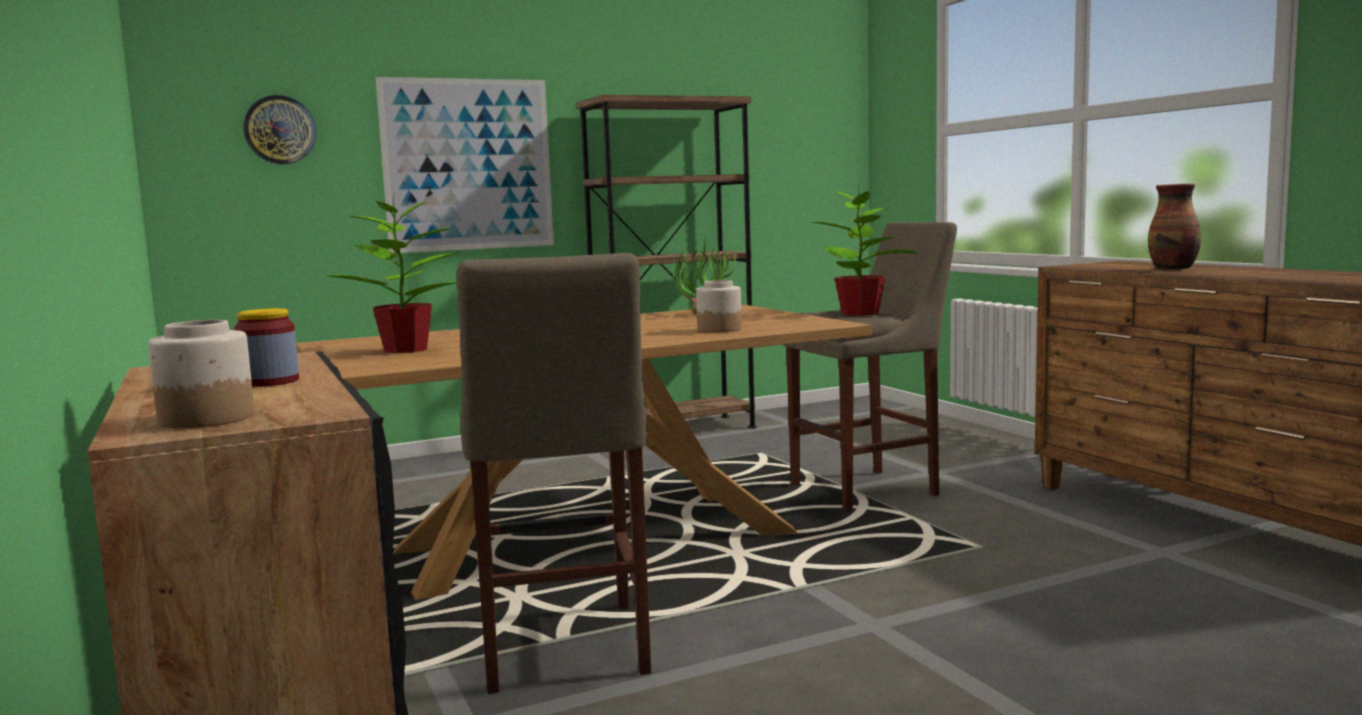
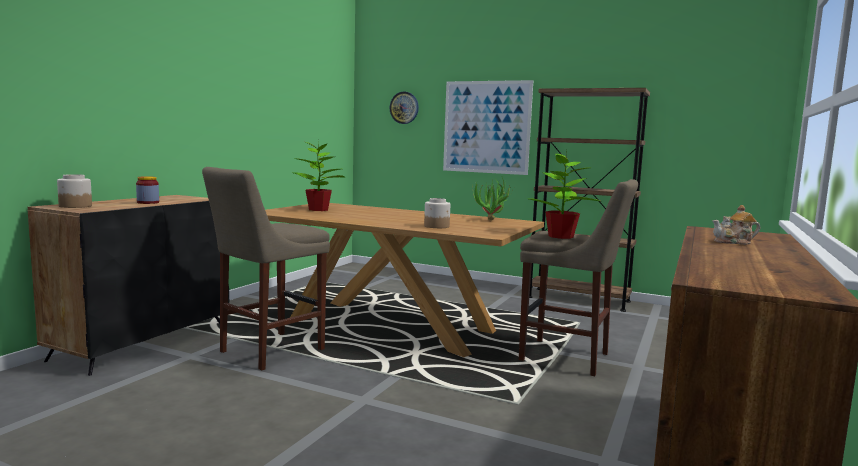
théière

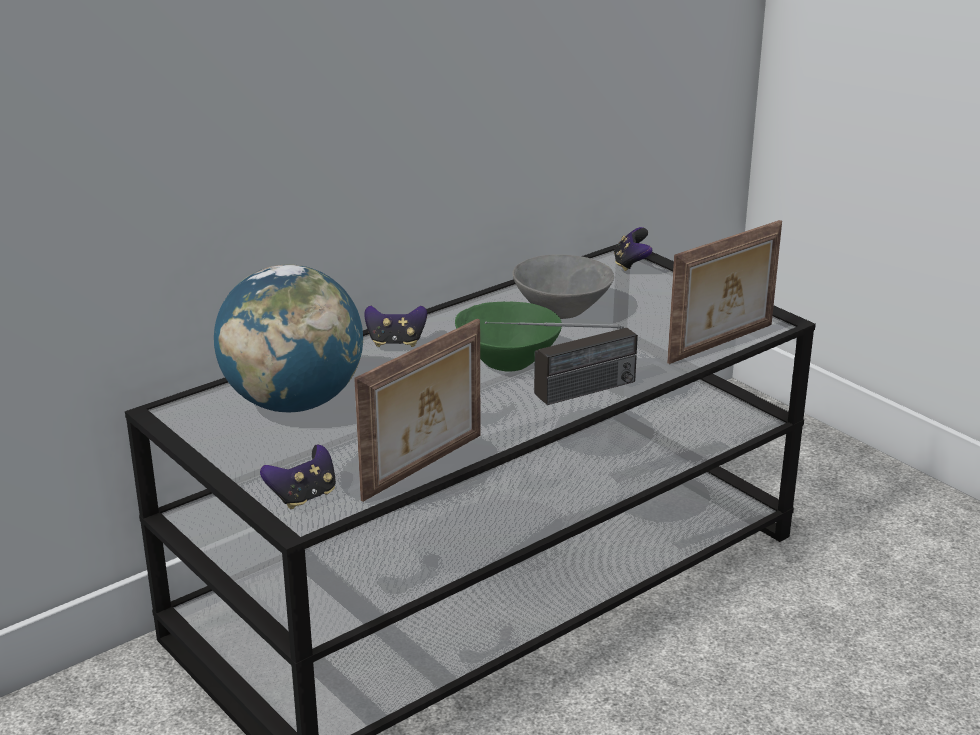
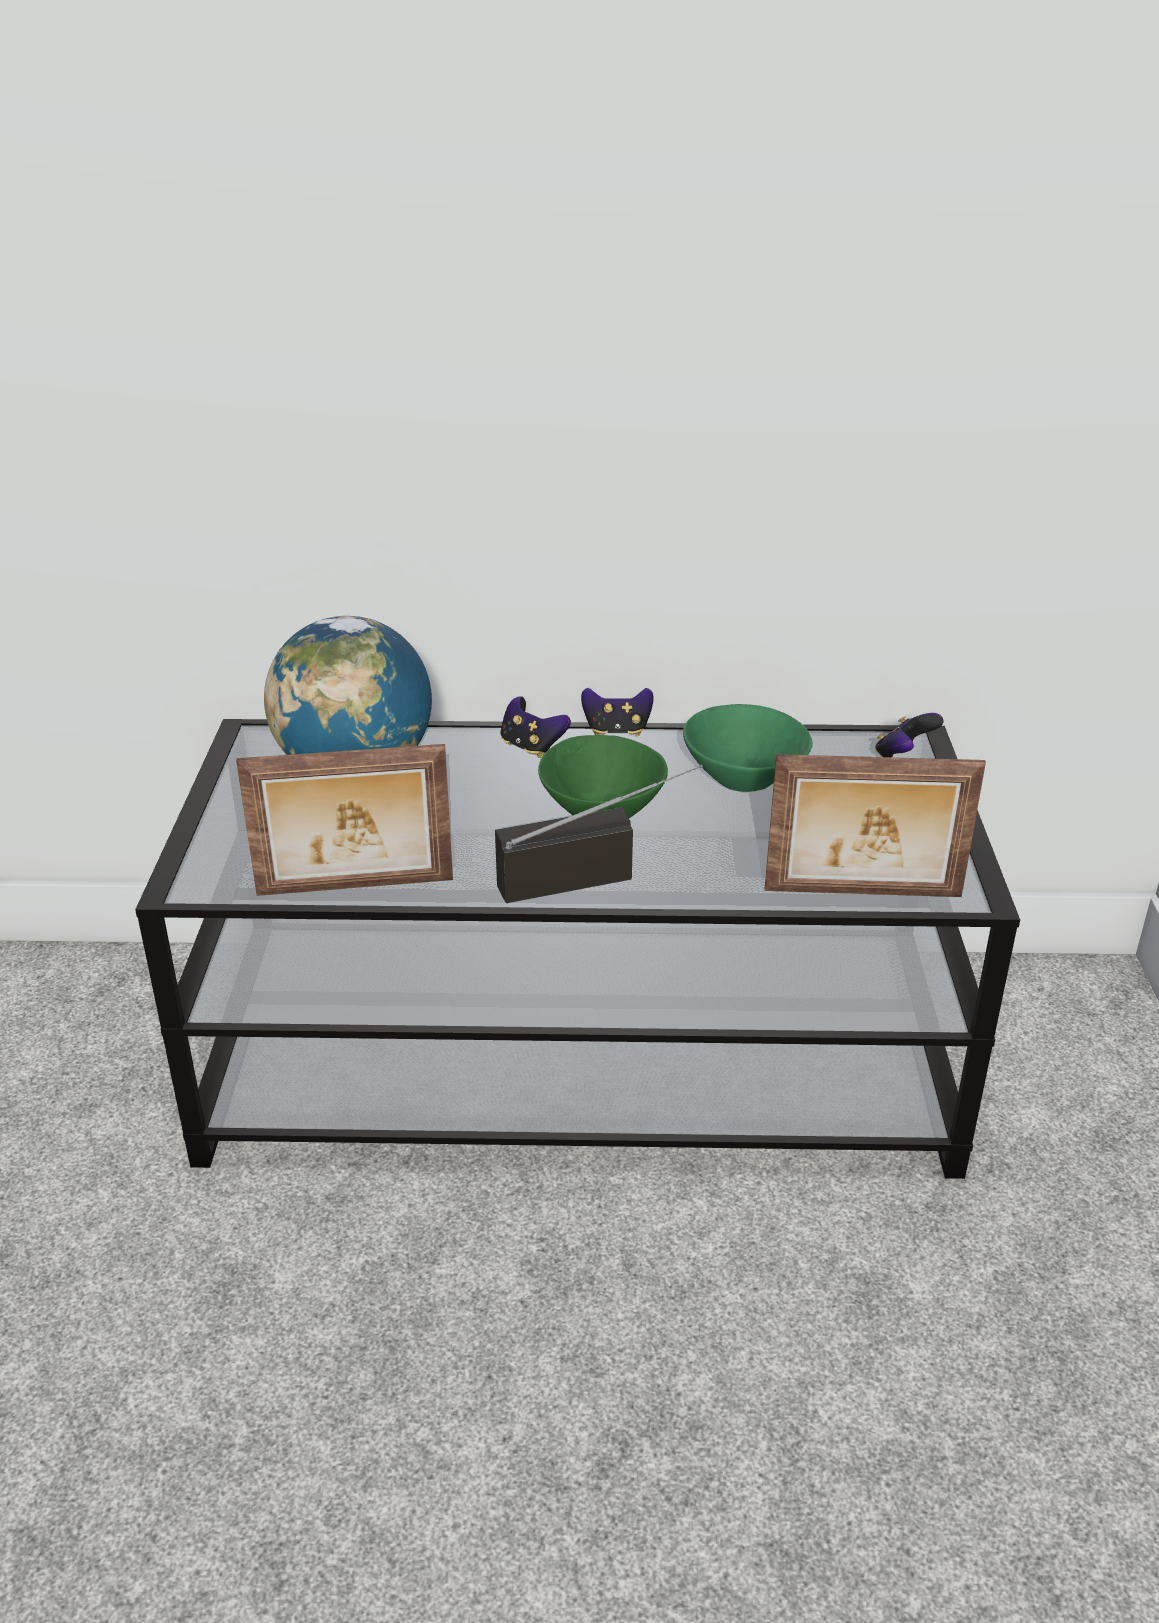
manette (2nd from left)
bol [vert] (2nd from left)
radio

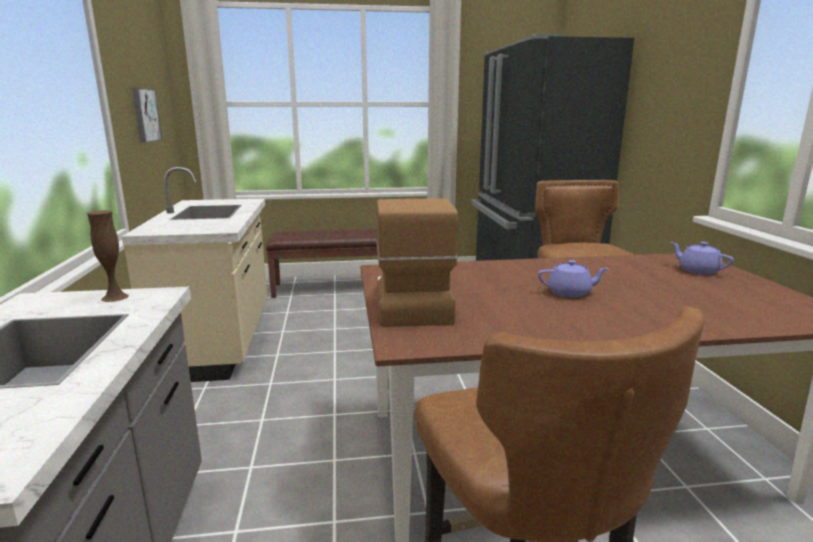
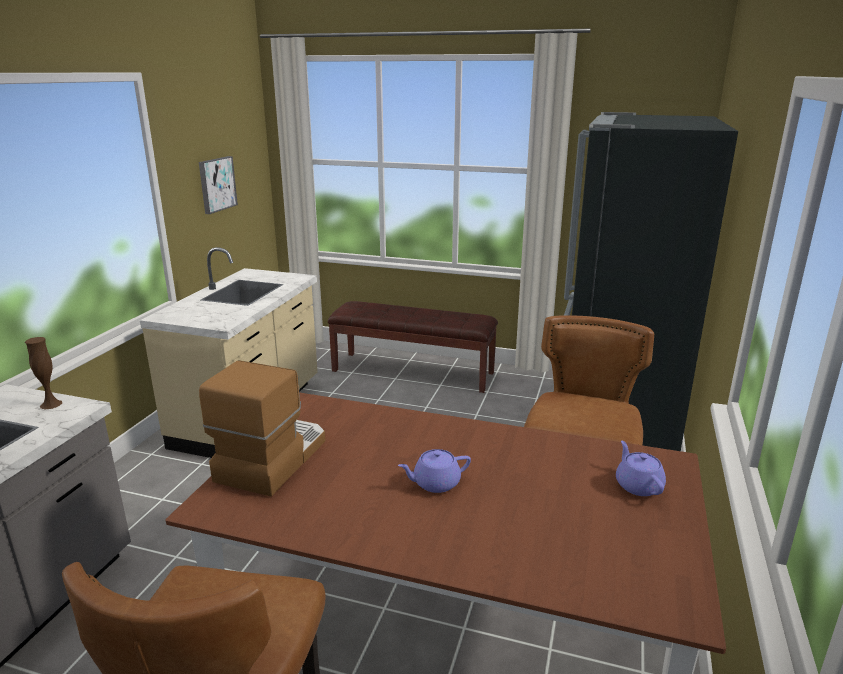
théière [violet] (1st from left)

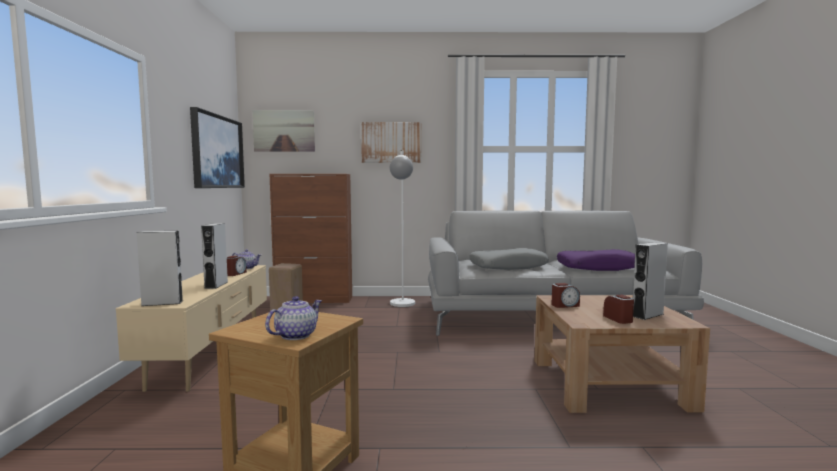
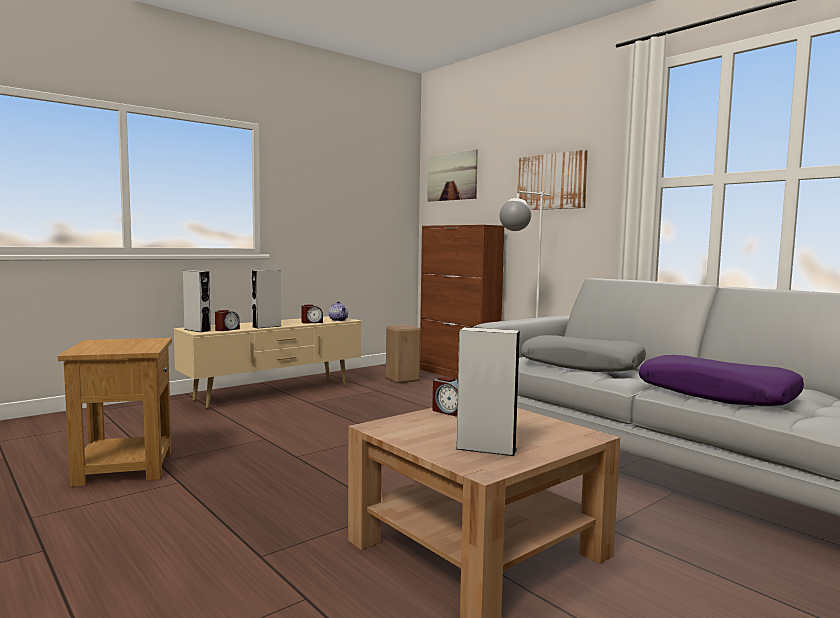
tableau (1st from left in the first image)
théière (2nd from left in the first image)
réveil (1st from left)

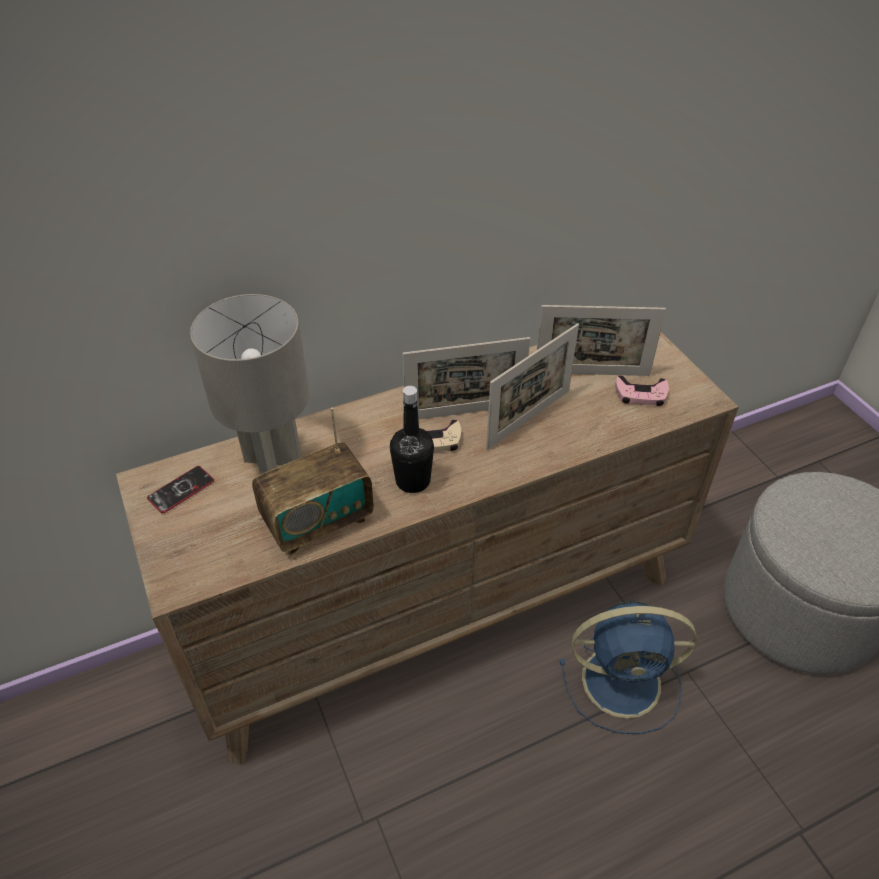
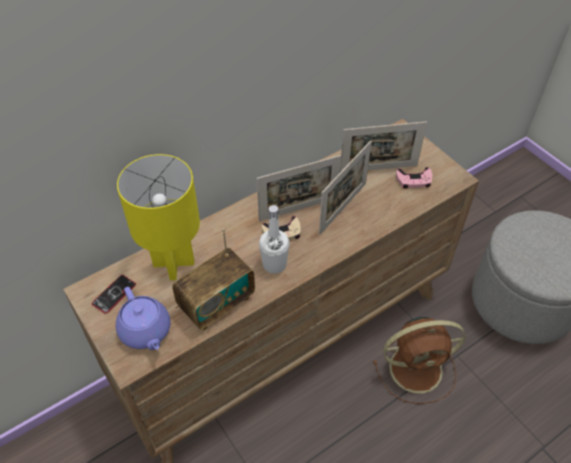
théière [violet]
lampe de table [jaune]
bouteille [blanc]
ventilateur [marron]

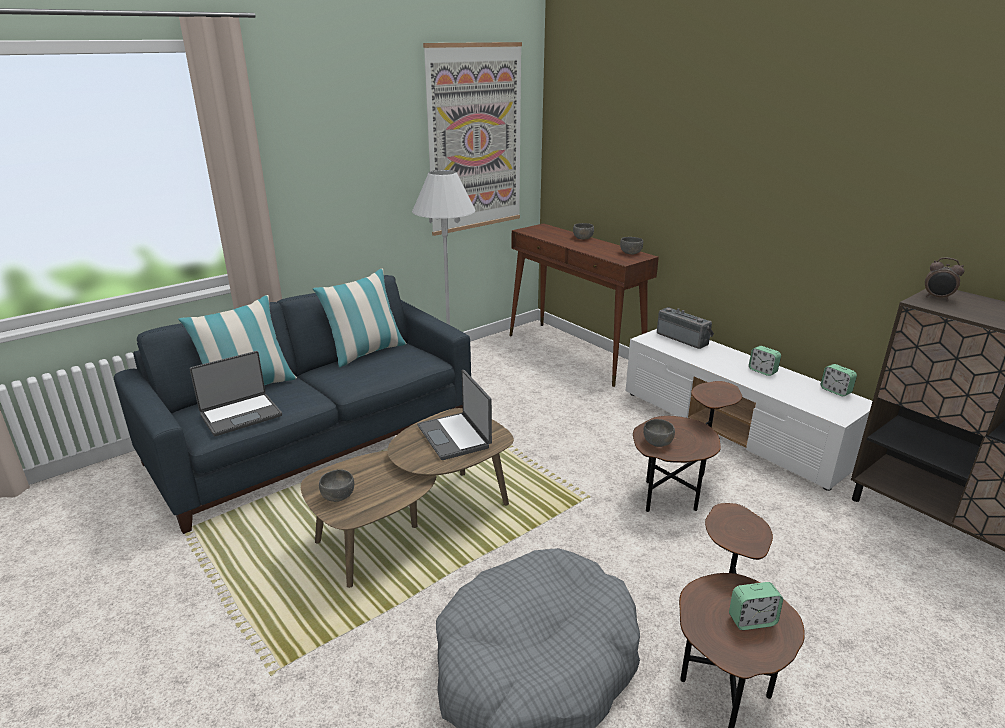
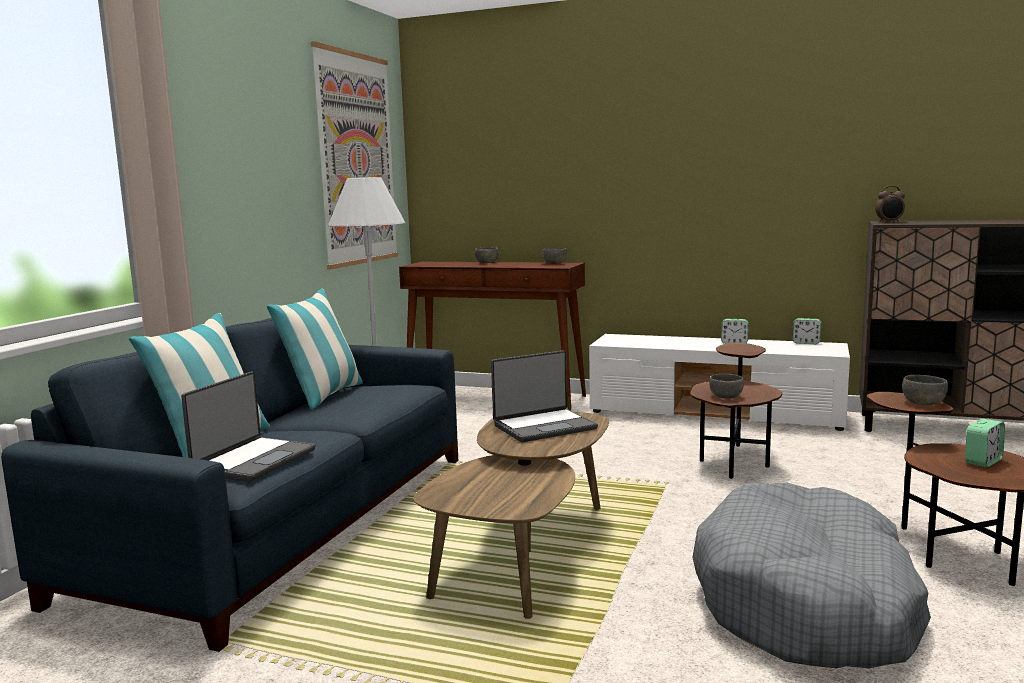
radio
bol [gris] (4th from left)
ordinateur portable (2nd from left)

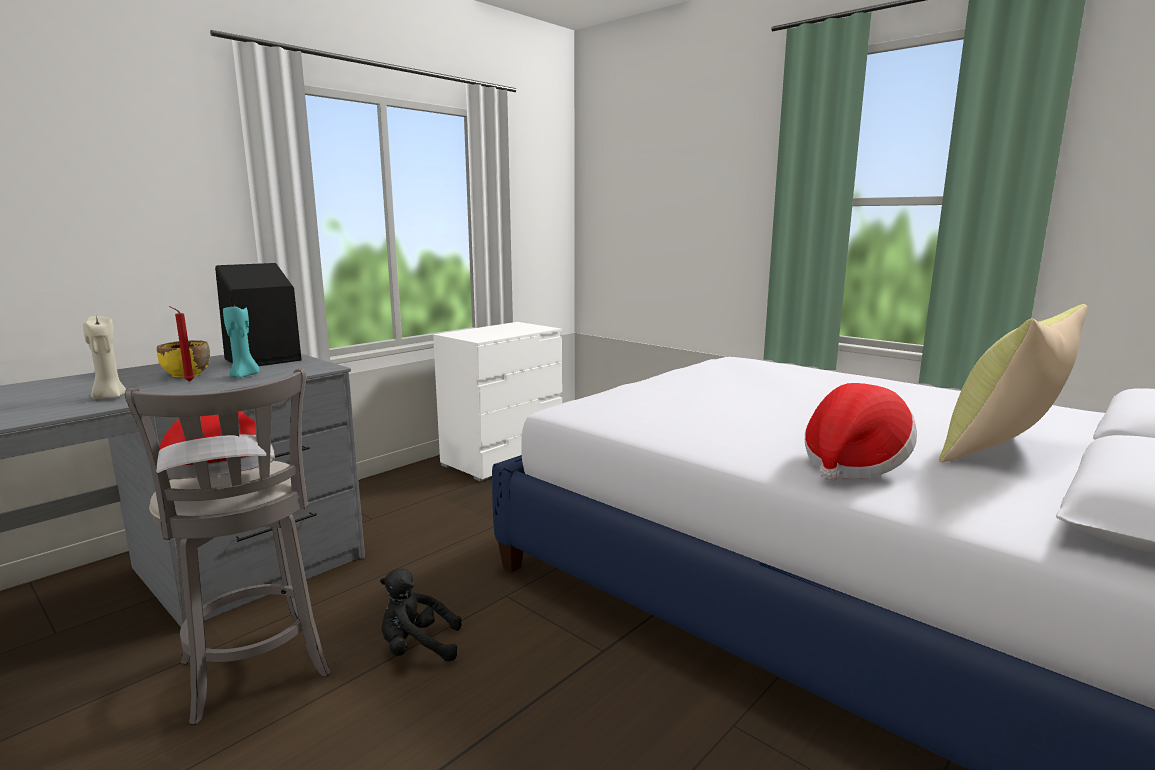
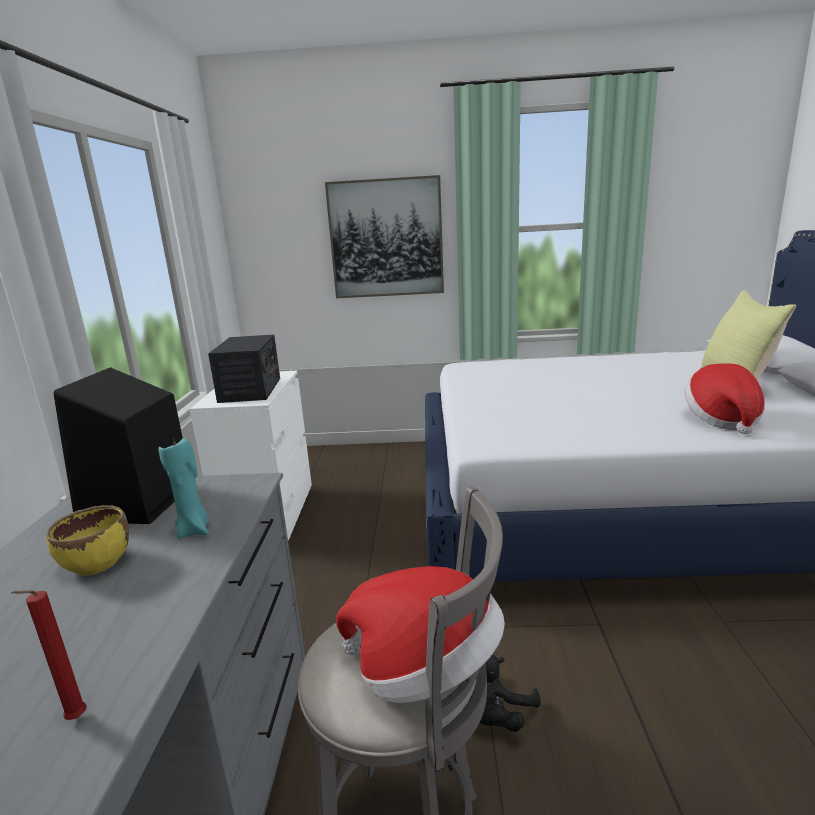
bougie [beige]
radio
tableau
bougie [rouge]

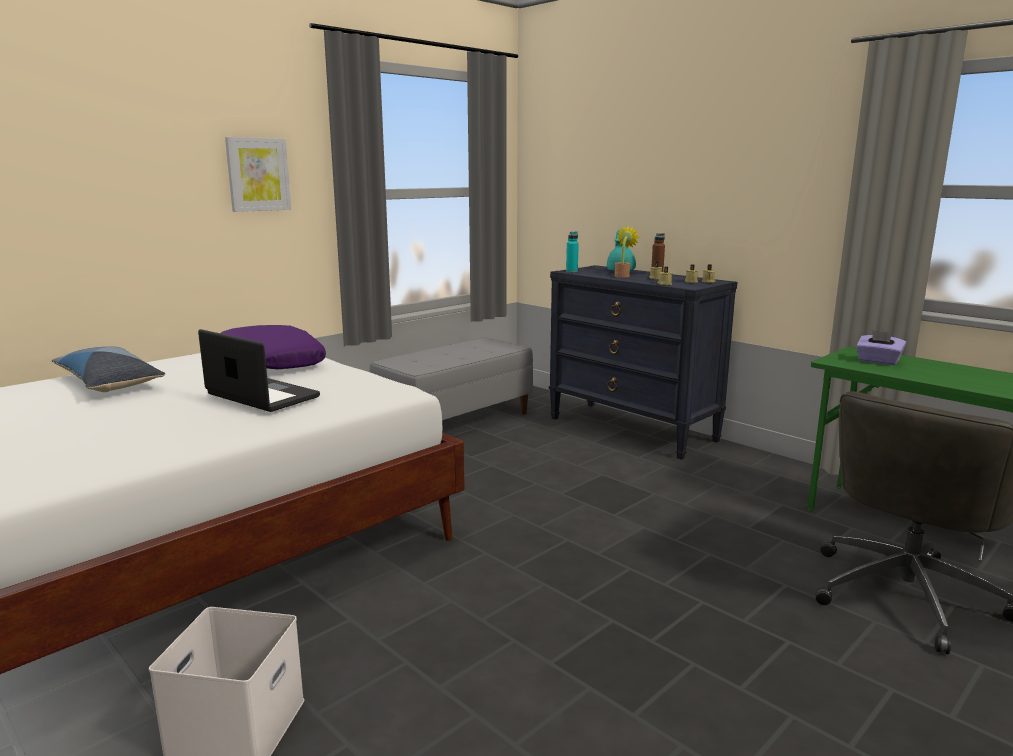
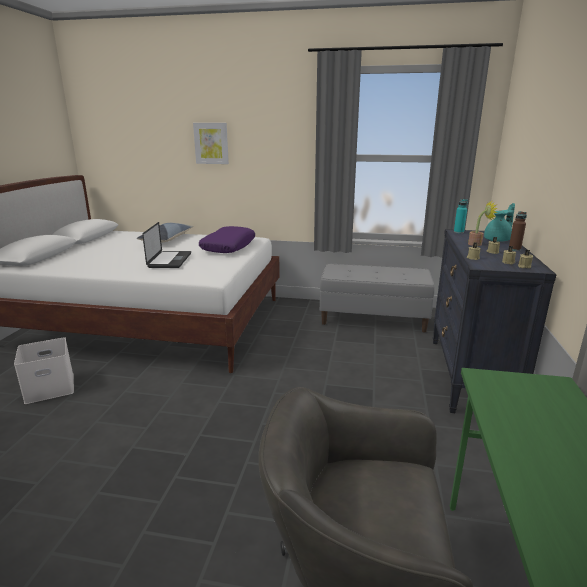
boîte à mouchoirs [violet]
tableau

